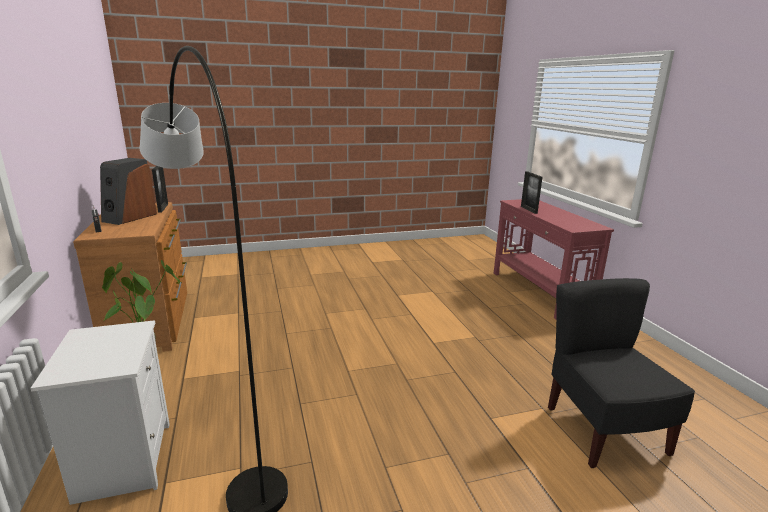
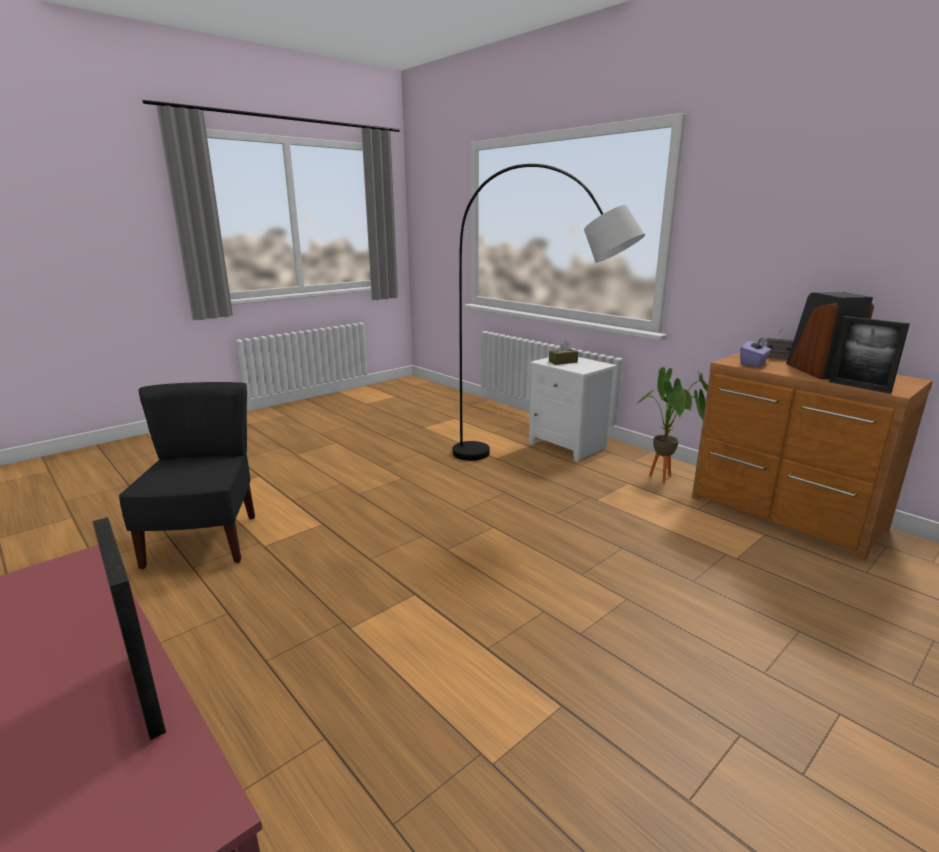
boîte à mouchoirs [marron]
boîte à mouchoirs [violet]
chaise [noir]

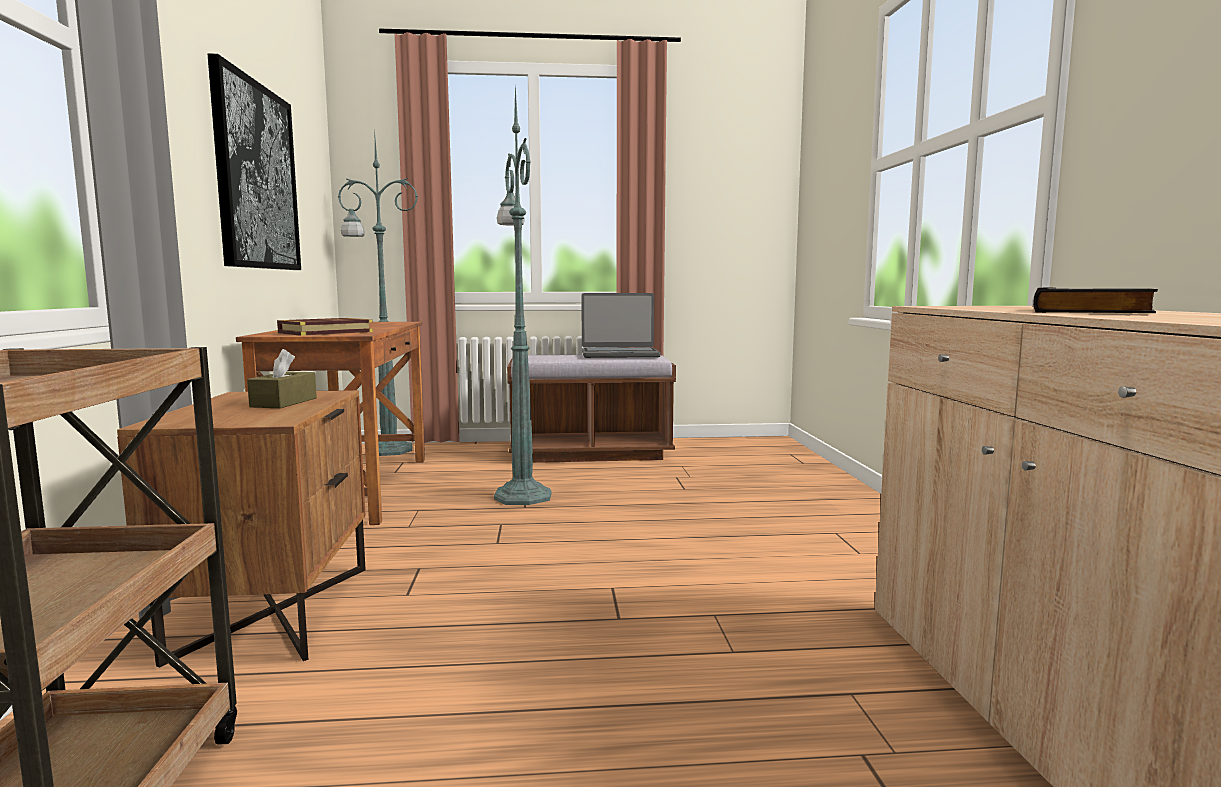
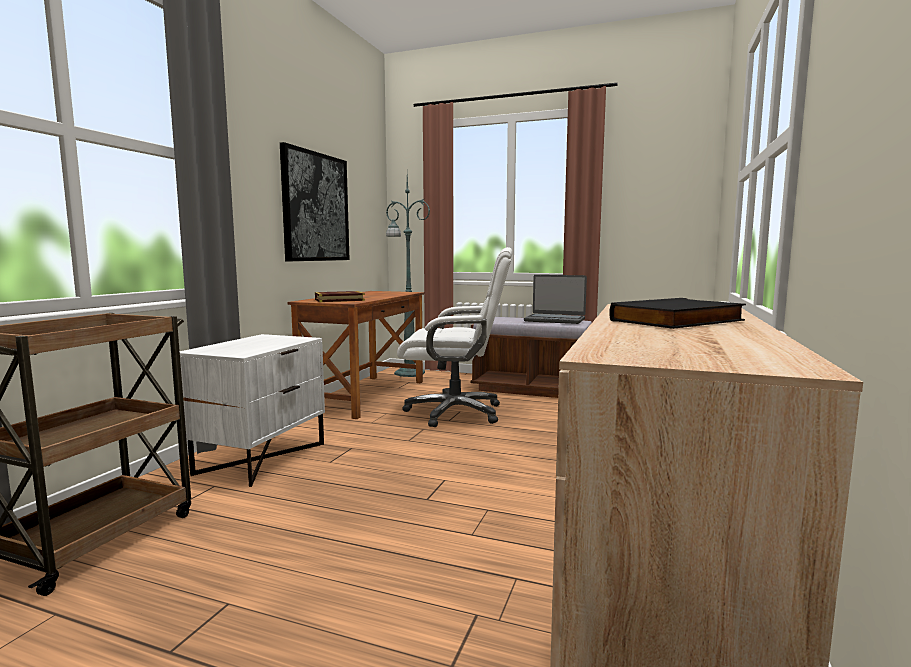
boîte à mouchoirs [marron]
chaise de bureau [blanc]
table de chevet [blanc]

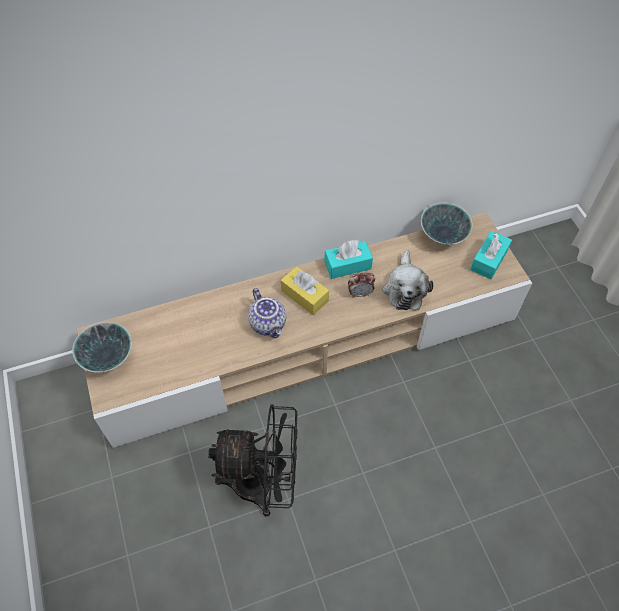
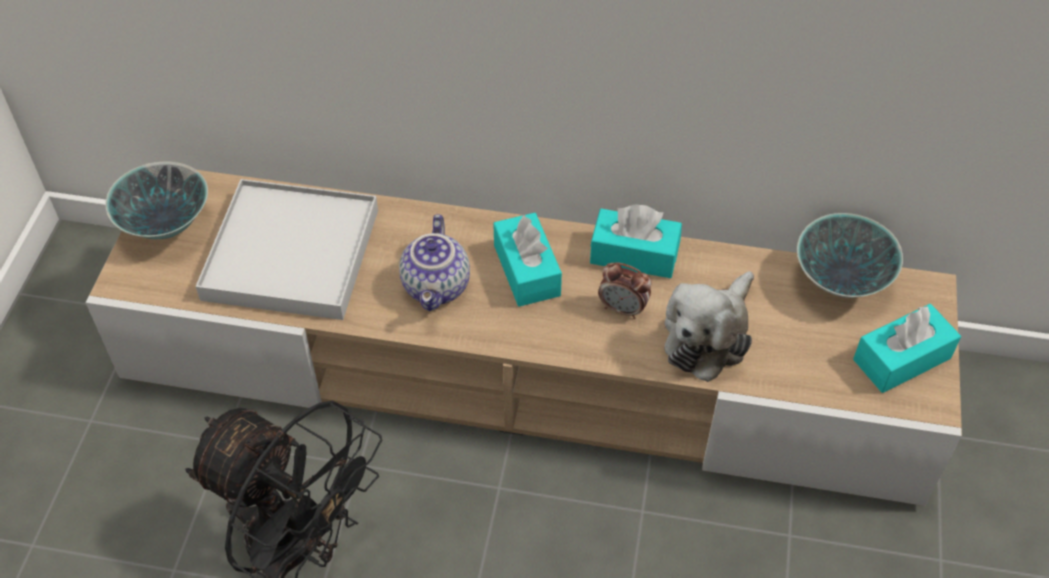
plateau [blanc]
boîte à mouchoirs [turquoise] (1st from left)

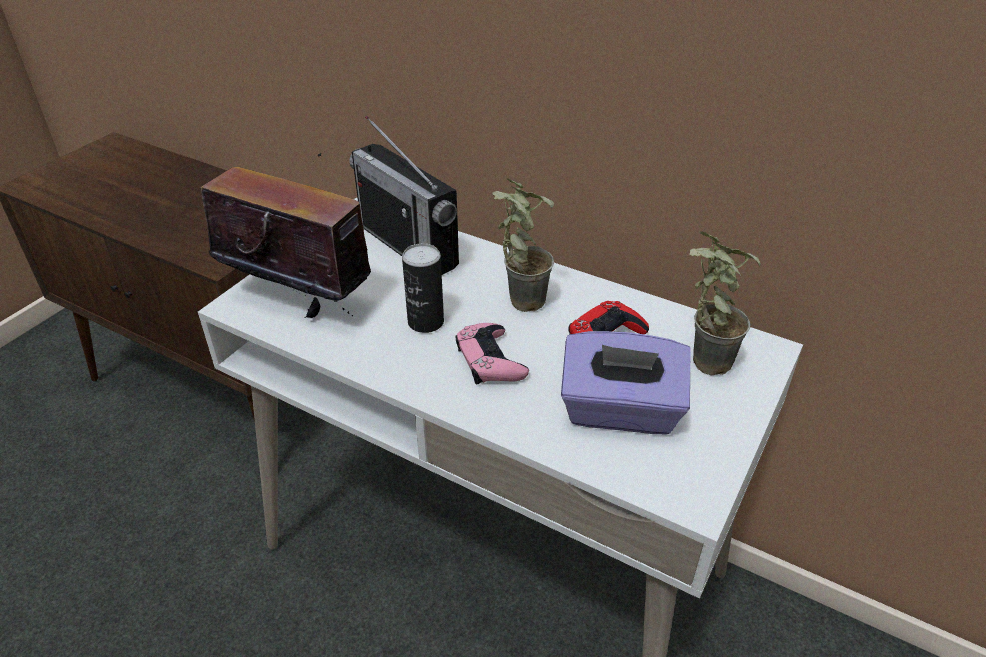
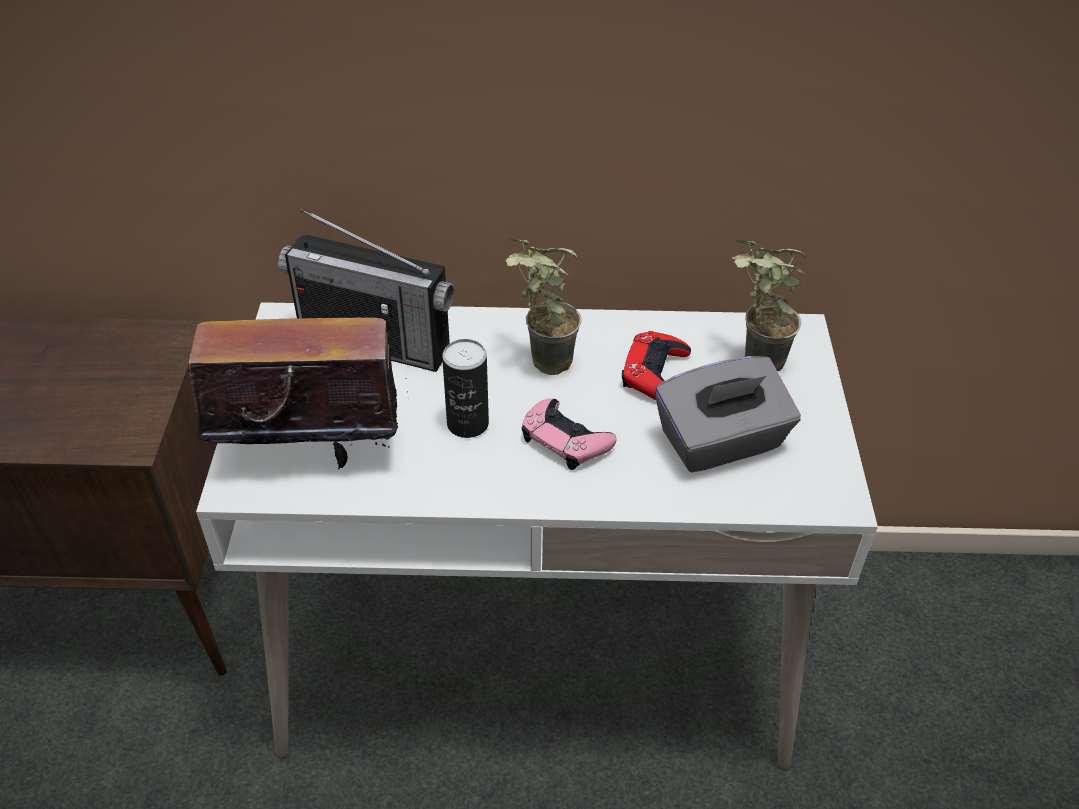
boîte à mouchoirs [gris]

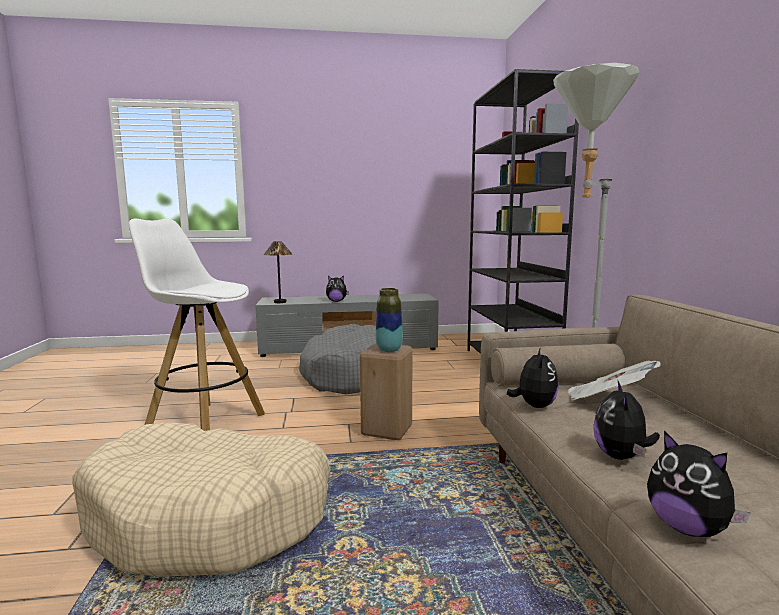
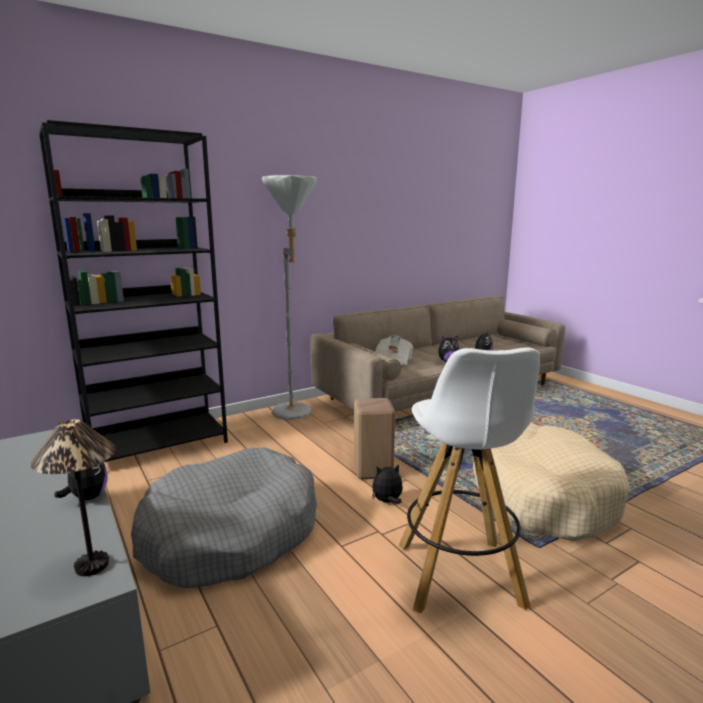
vase
peluche (2nd from left)

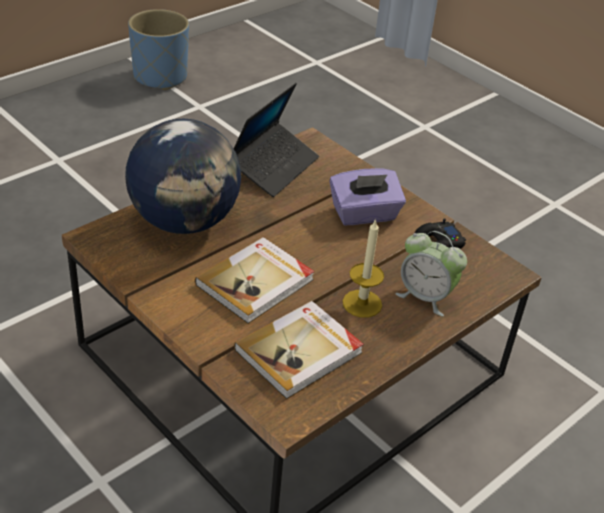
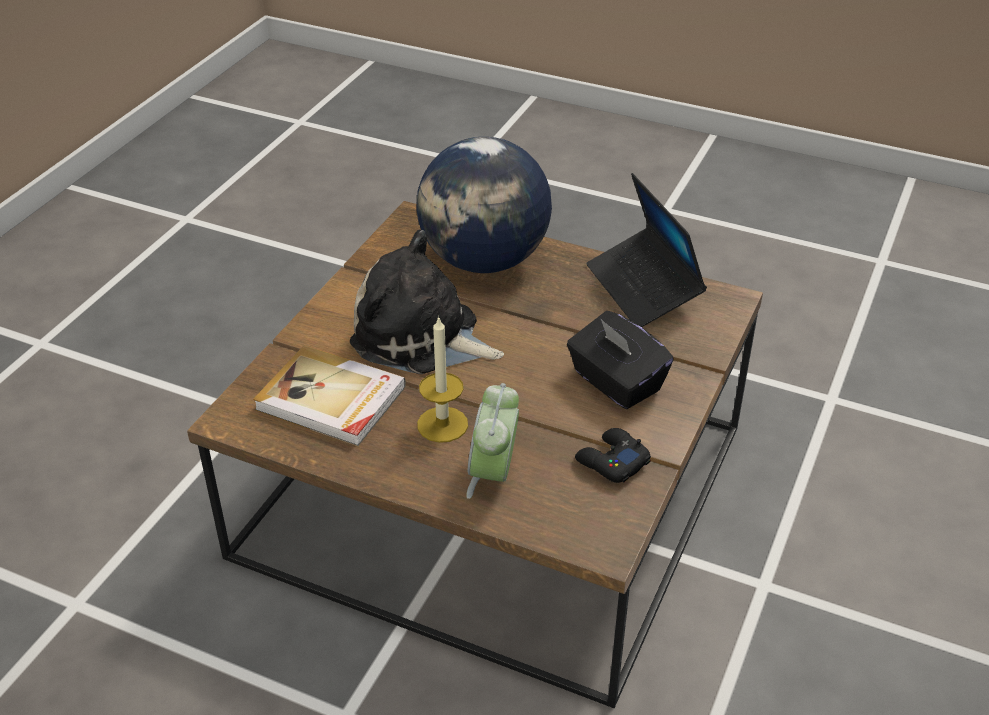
cache-pot [bleu]
peluche
boîte à mouchoirs [noir]
ordinateur portable

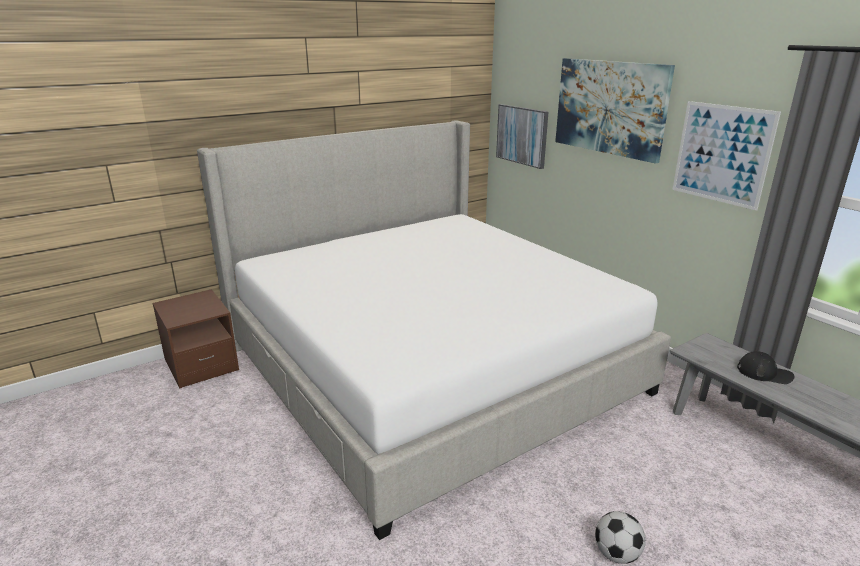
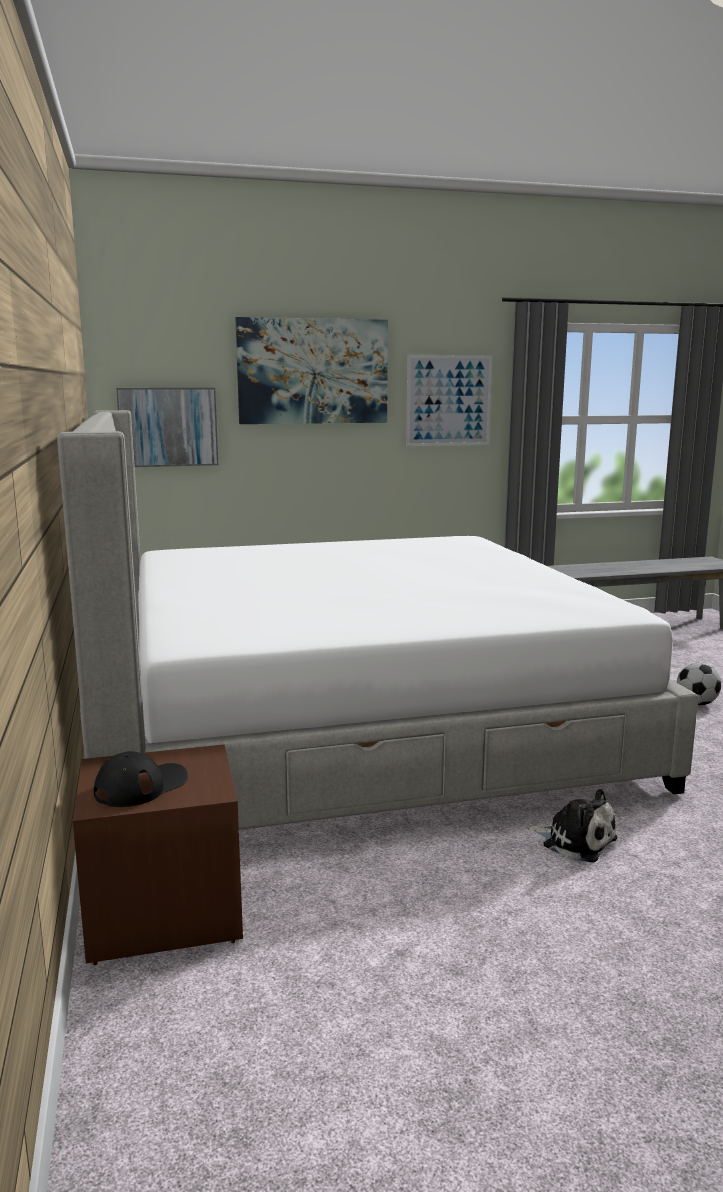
peluche
casquette [noir]

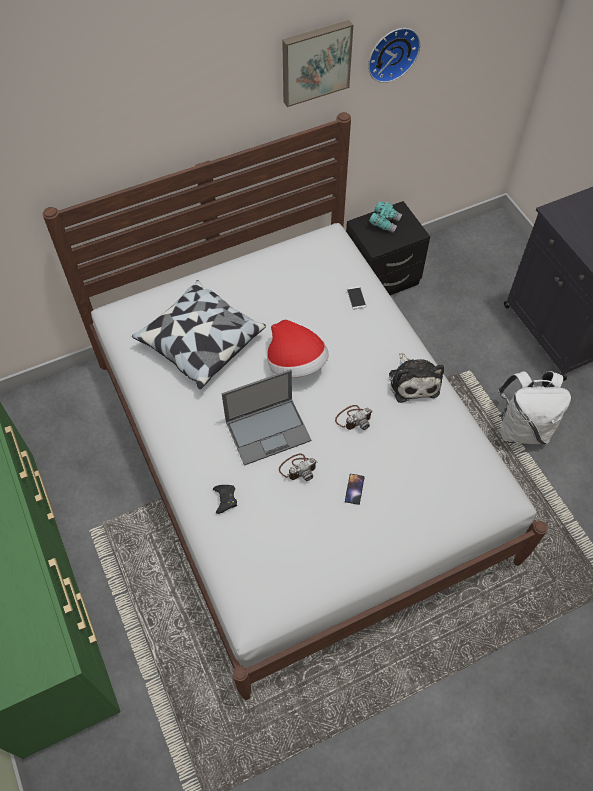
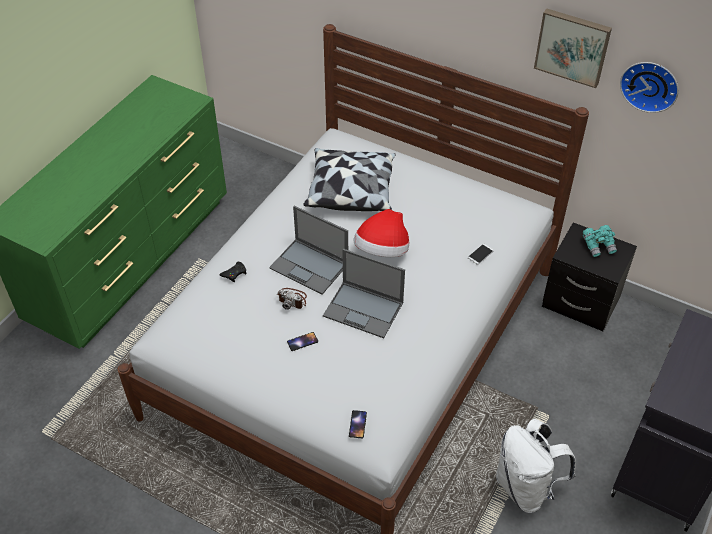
peluche
téléphone (2nd from left)
ordinateur portable (2nd from left)

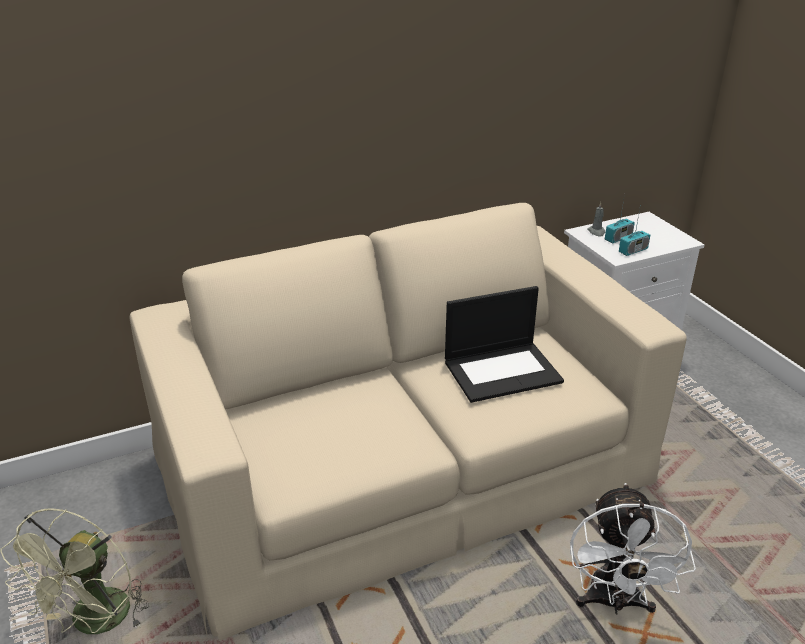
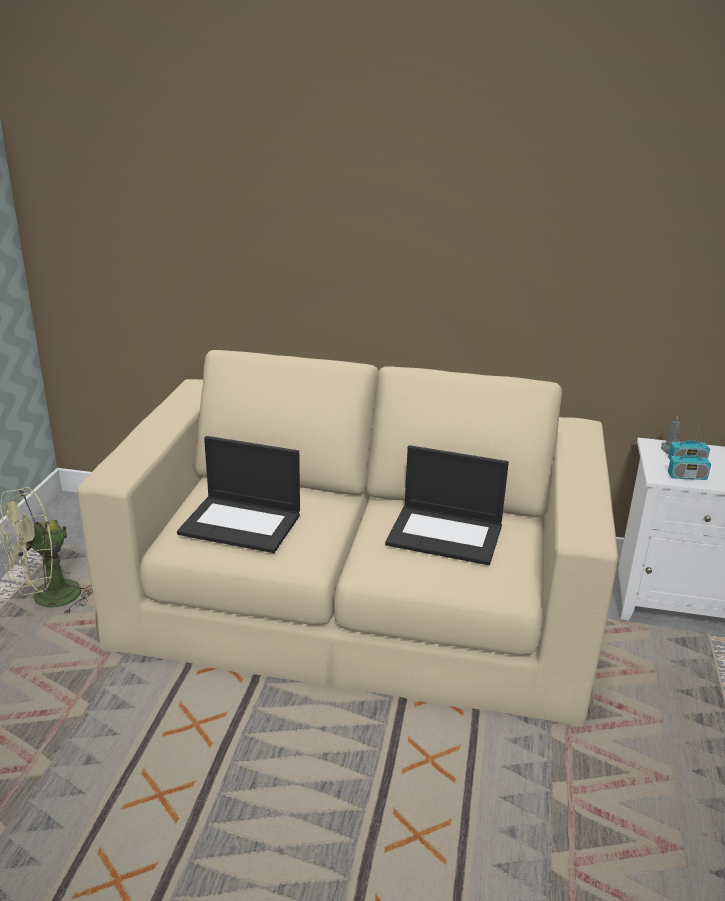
ventilateur [blanc]
ordinateur portable (1st from left)

